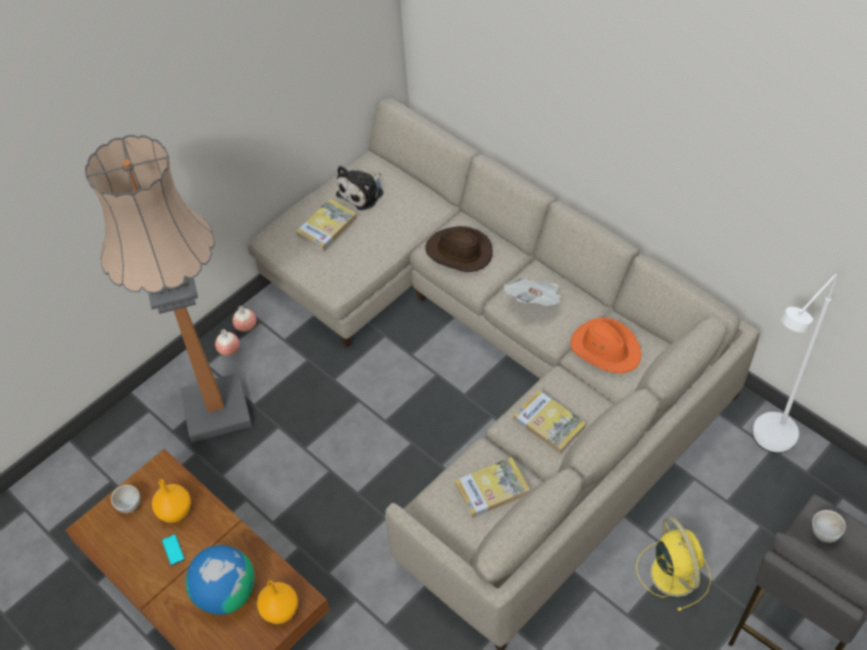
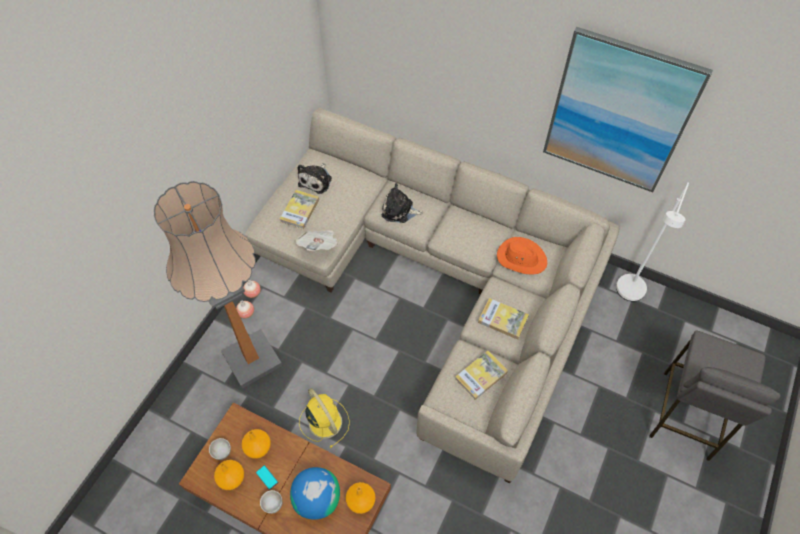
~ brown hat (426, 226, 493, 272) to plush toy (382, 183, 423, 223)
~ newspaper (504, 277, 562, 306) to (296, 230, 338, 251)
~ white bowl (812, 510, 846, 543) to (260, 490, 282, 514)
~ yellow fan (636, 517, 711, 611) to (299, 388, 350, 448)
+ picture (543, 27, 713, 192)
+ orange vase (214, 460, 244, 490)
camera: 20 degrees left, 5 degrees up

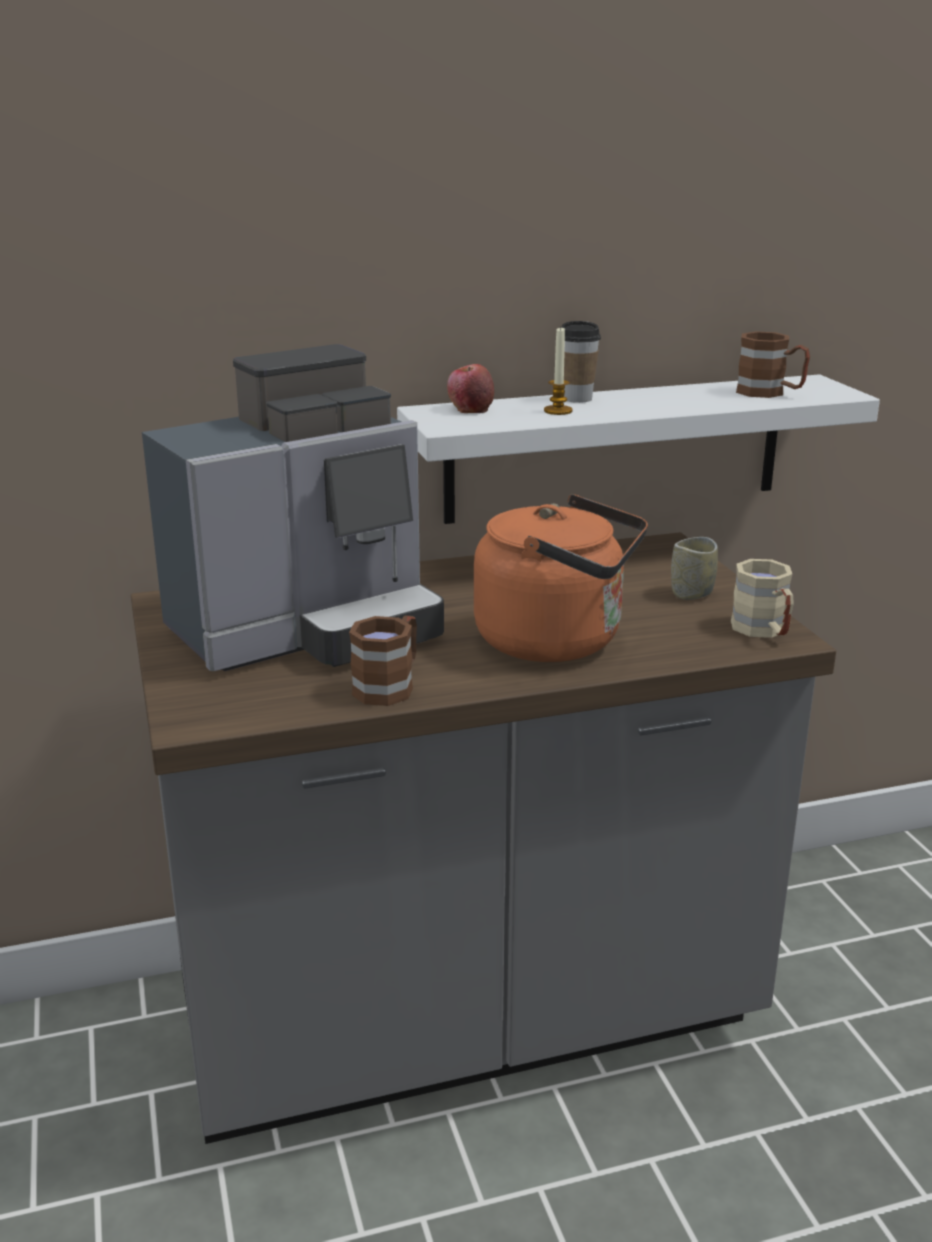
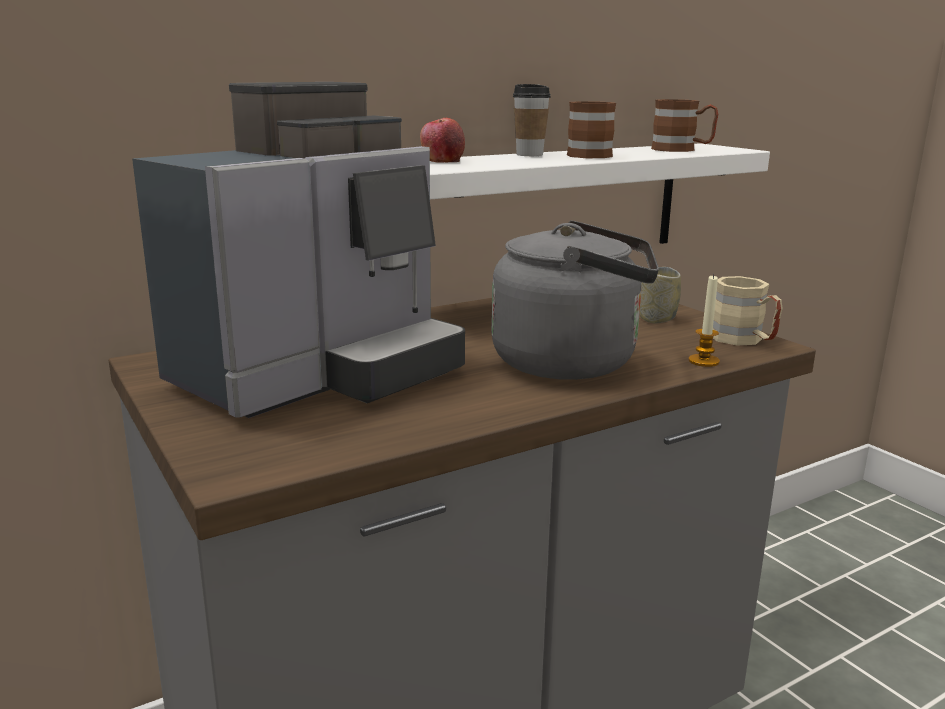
~ candle (544, 327, 572, 415) to (688, 274, 720, 367)
~ orange kettle (474, 494, 648, 662) to grey kettle (491, 221, 659, 380)
~ brown mug (349, 616, 417, 706) to (567, 101, 616, 158)
camera: 15 degrees left, 5 degrees down

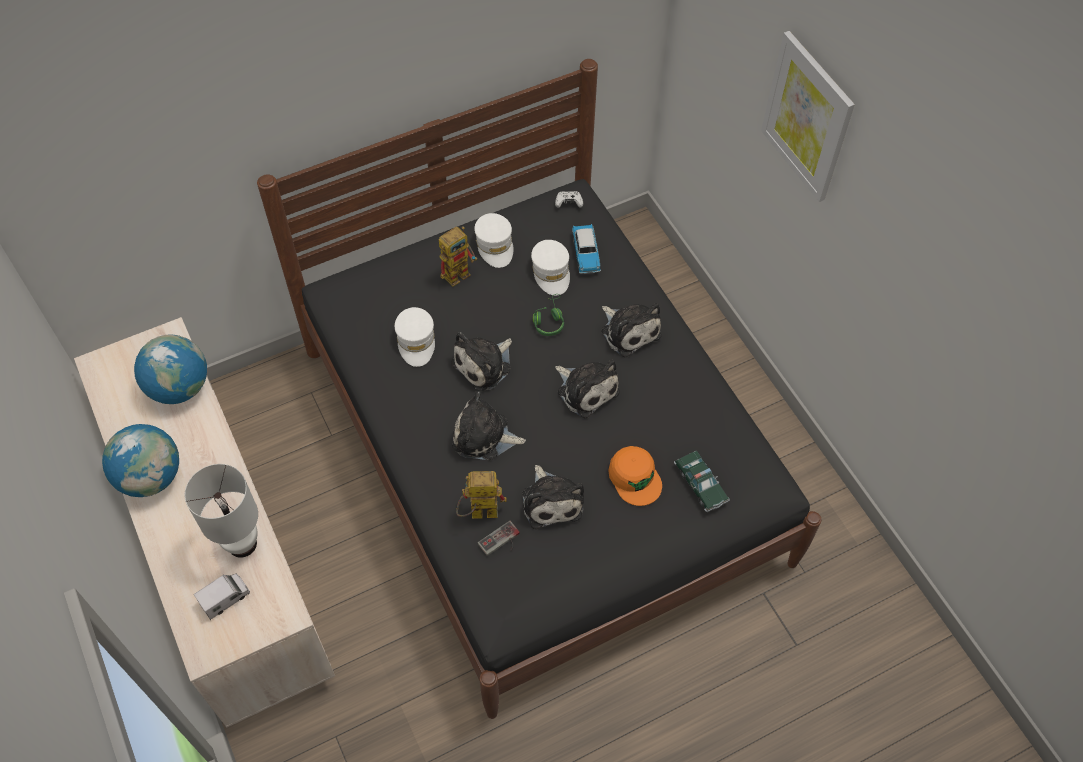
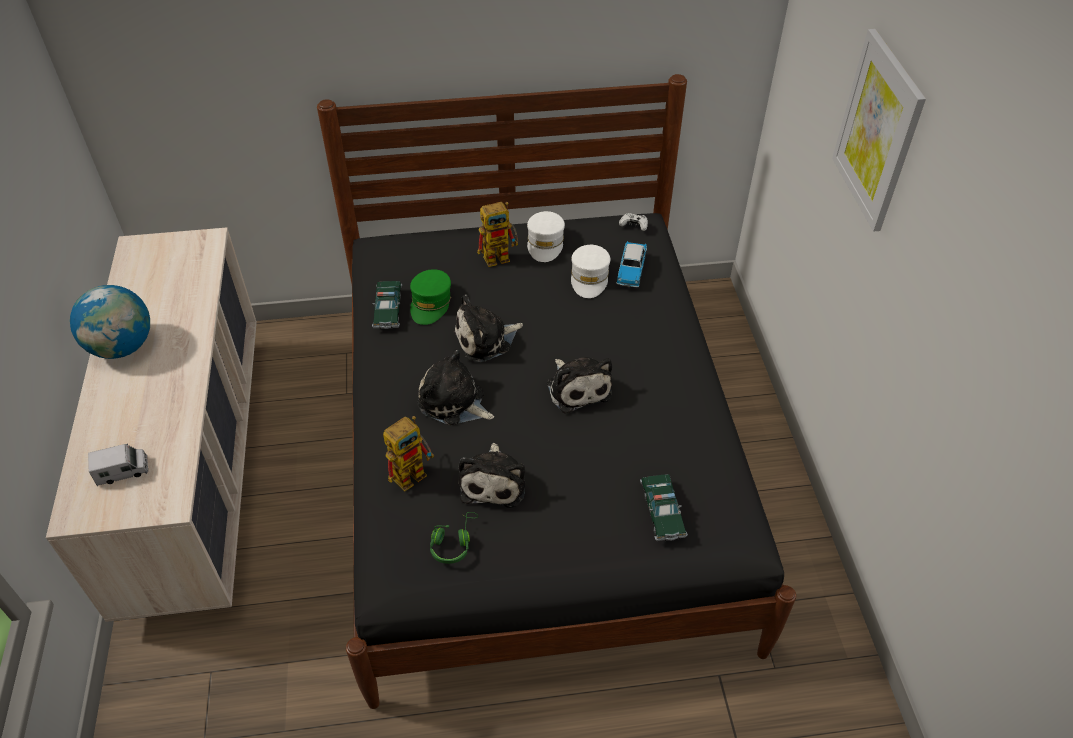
~ green headphones (533, 294, 564, 336) to (430, 512, 478, 564)
- plush toy (601, 303, 662, 357)
~ white cap (394, 307, 435, 367) to green cap (410, 269, 451, 325)
- globe (134, 335, 207, 404)
- orange cap (608, 446, 662, 506)
- white table lamp (185, 464, 258, 558)
~ toy robot (456, 471, 507, 519) = (383, 416, 434, 491) 120 degrees clockwise
- game controller (478, 521, 520, 556)
+ toy car (372, 281, 402, 329)
camera: 20 degrees right, 10 degrees down

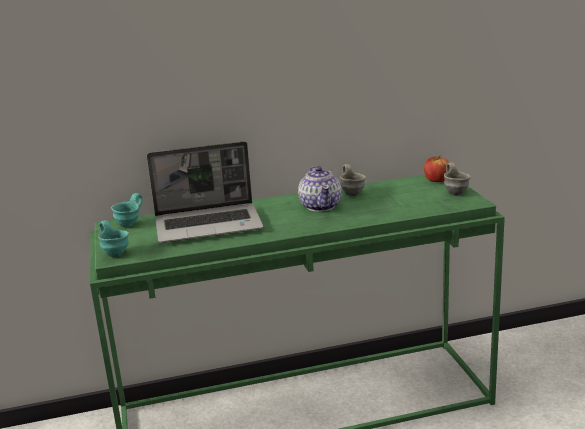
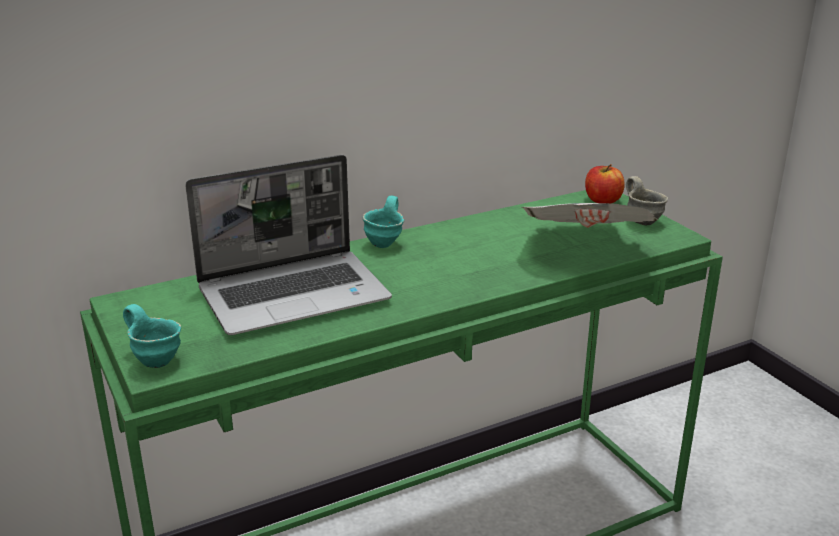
- grey mug (340, 164, 366, 196)
- teapot (298, 166, 342, 212)
~ turquoise mug (111, 193, 143, 227) to (363, 196, 404, 248)
+ newspaper (522, 203, 658, 228)
camera: 15 degrees left, 5 degrees up

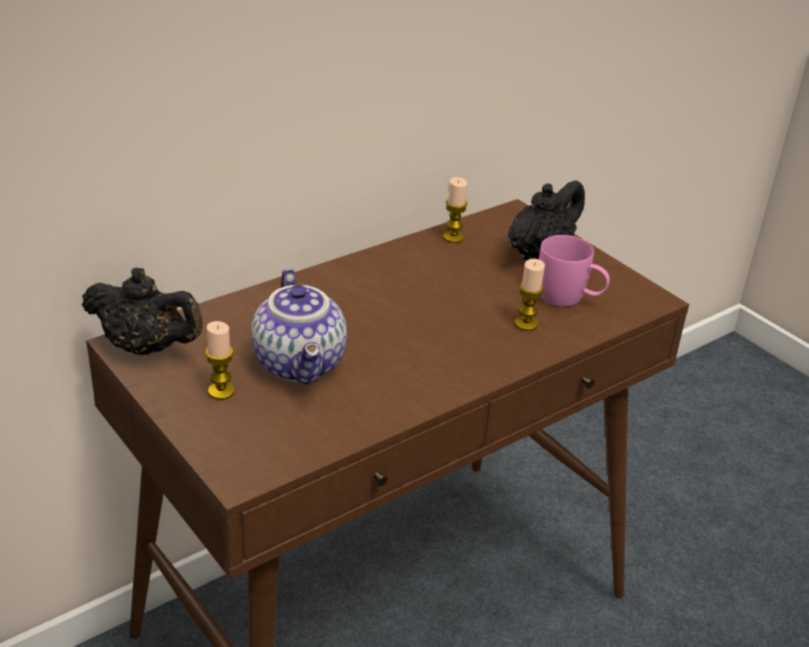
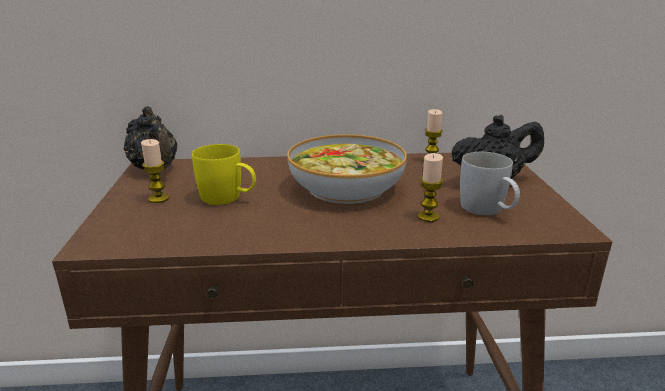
~ pink mug (539, 235, 610, 307) to white mug (460, 152, 520, 215)
~ teapot (251, 269, 347, 384) to yellow mug (192, 144, 256, 205)
+ bowl (287, 135, 407, 204)
camera: 35 degrees right, 10 degrees down

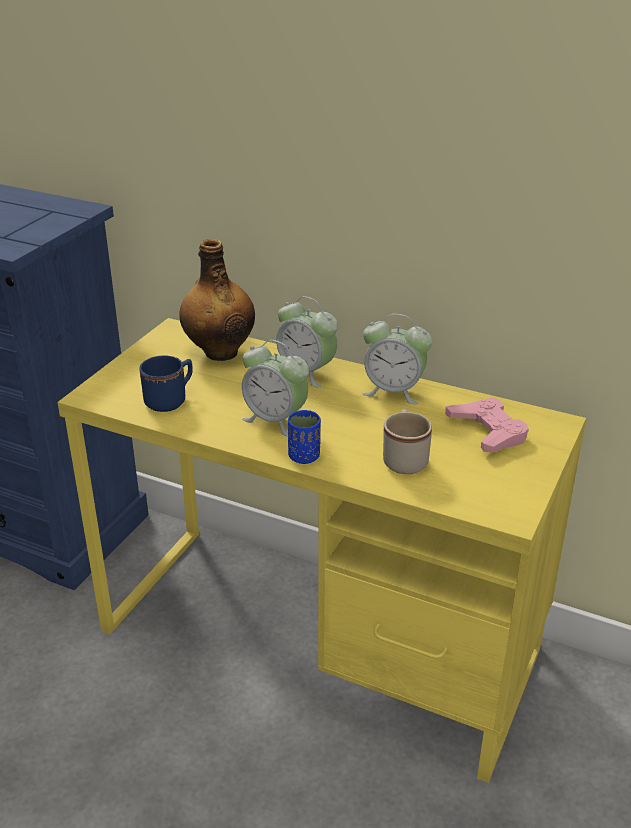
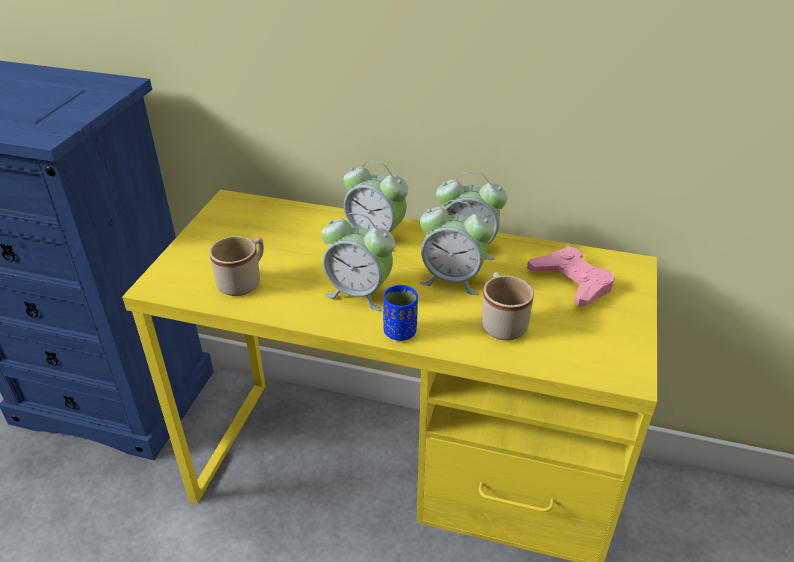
- bottle (179, 239, 255, 361)
~ blue mug (139, 355, 193, 412) to beige mug (209, 236, 264, 296)
+ alarm clock (420, 200, 494, 295)
camera: 10 degrees left, 5 degrees up

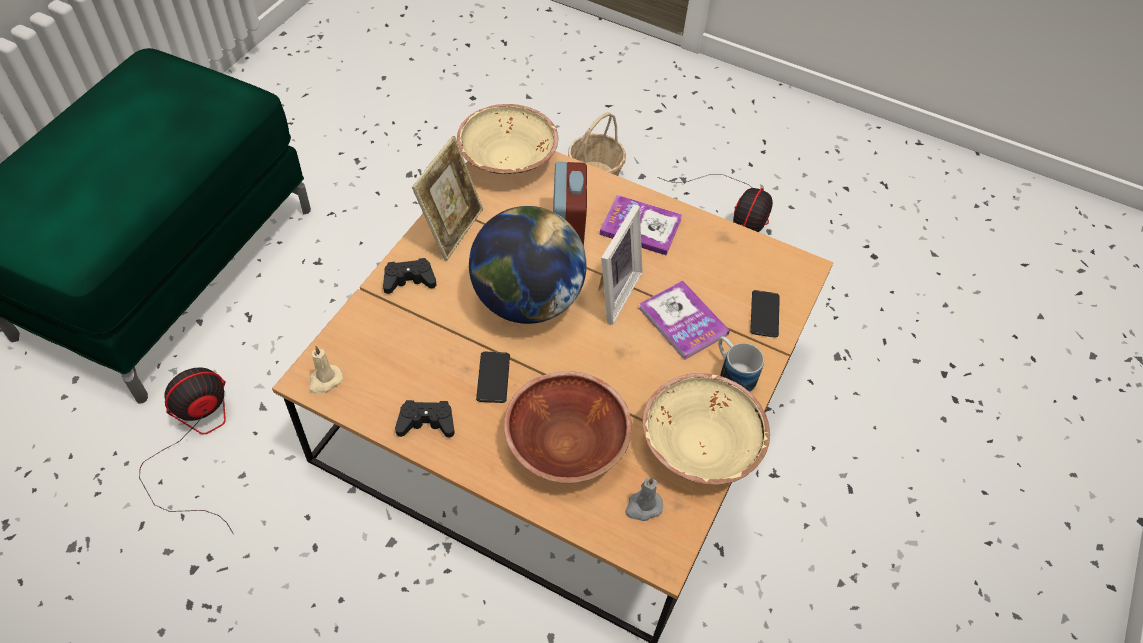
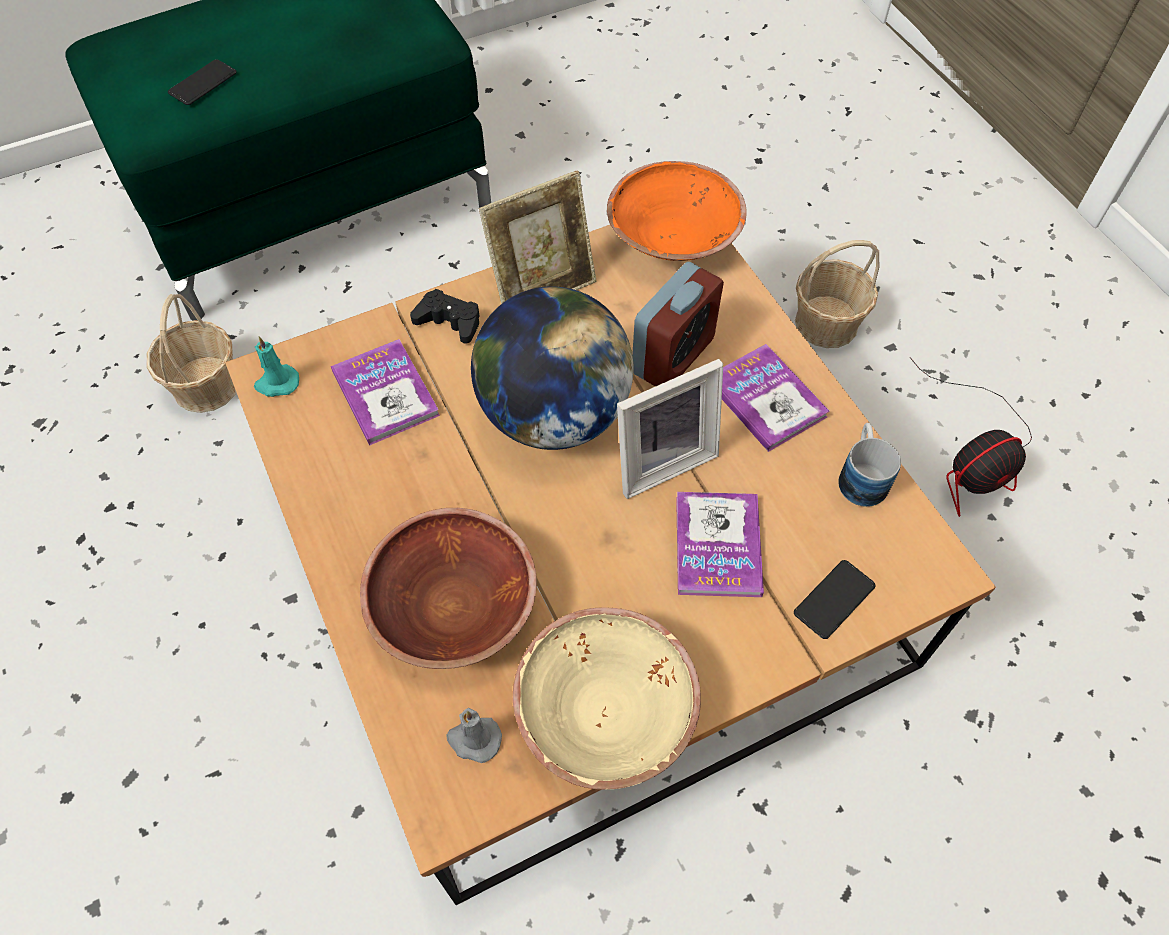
~ beige bowl (457, 104, 558, 175) to orange bowl (607, 161, 747, 261)
~ mug (718, 336, 764, 392) to (838, 423, 901, 507)
~ beige candle (309, 346, 343, 394) to turquoise candle (254, 336, 299, 397)
~ phone (476, 352, 510, 403) to (168, 59, 237, 105)
~ fan (139, 367, 234, 534) to basket (147, 294, 236, 413)
- black game controller (395, 400, 455, 437)
+ book (331, 339, 440, 446)
camera: 40 degrees right, 5 degrees up

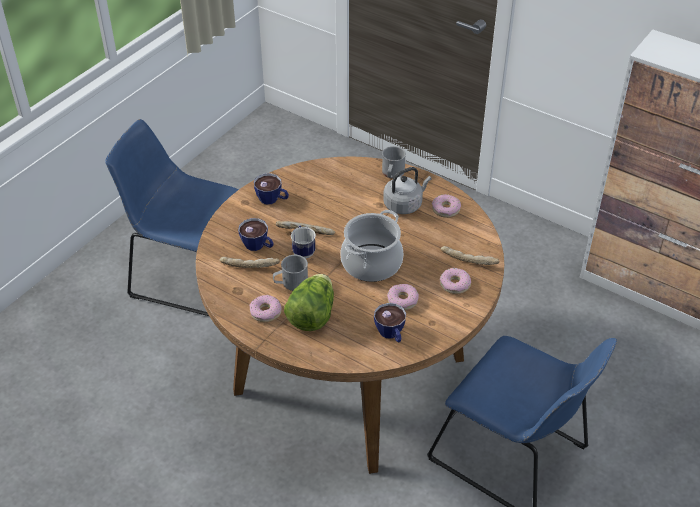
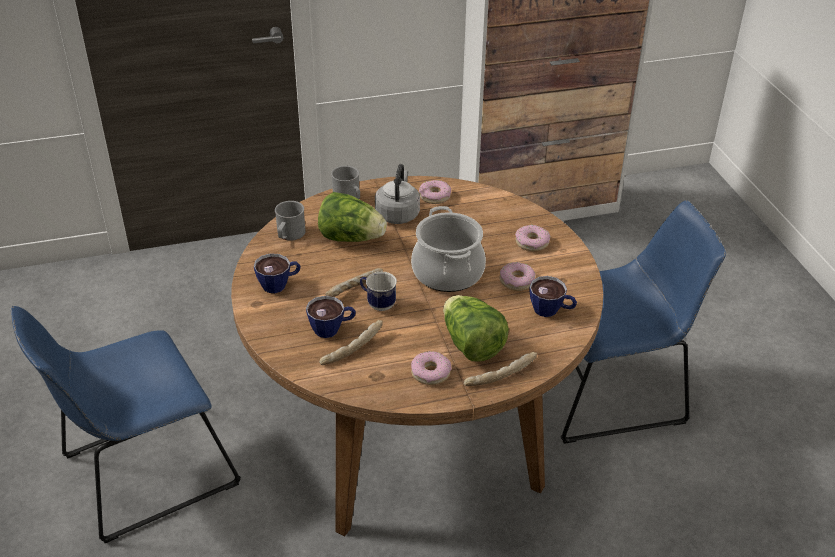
~ bread (441, 246, 500, 265) to (463, 352, 537, 386)
~ grey mug (273, 255, 308, 291) to (275, 201, 305, 241)
+ lettuce (318, 192, 387, 242)
camera: 50 degrees left, 5 degrees down

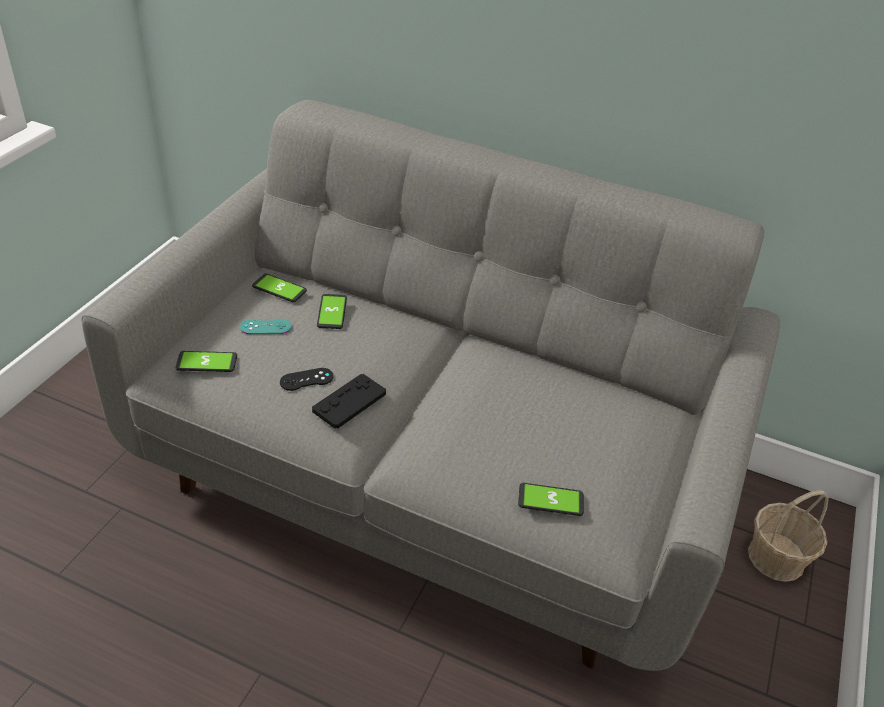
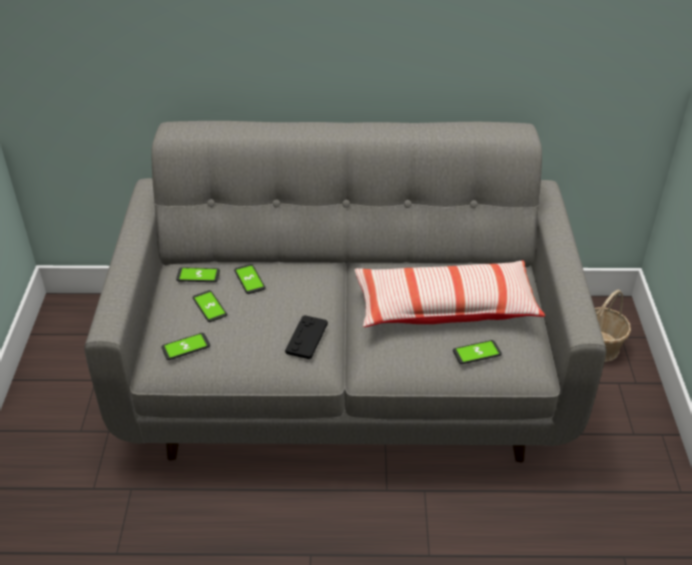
~ turquoise game controller (240, 319, 292, 334) to phone (193, 290, 227, 322)
- black game controller (280, 368, 334, 391)
+ pillow (355, 261, 545, 327)
camera: 20 degrees left, 0 degrees up

